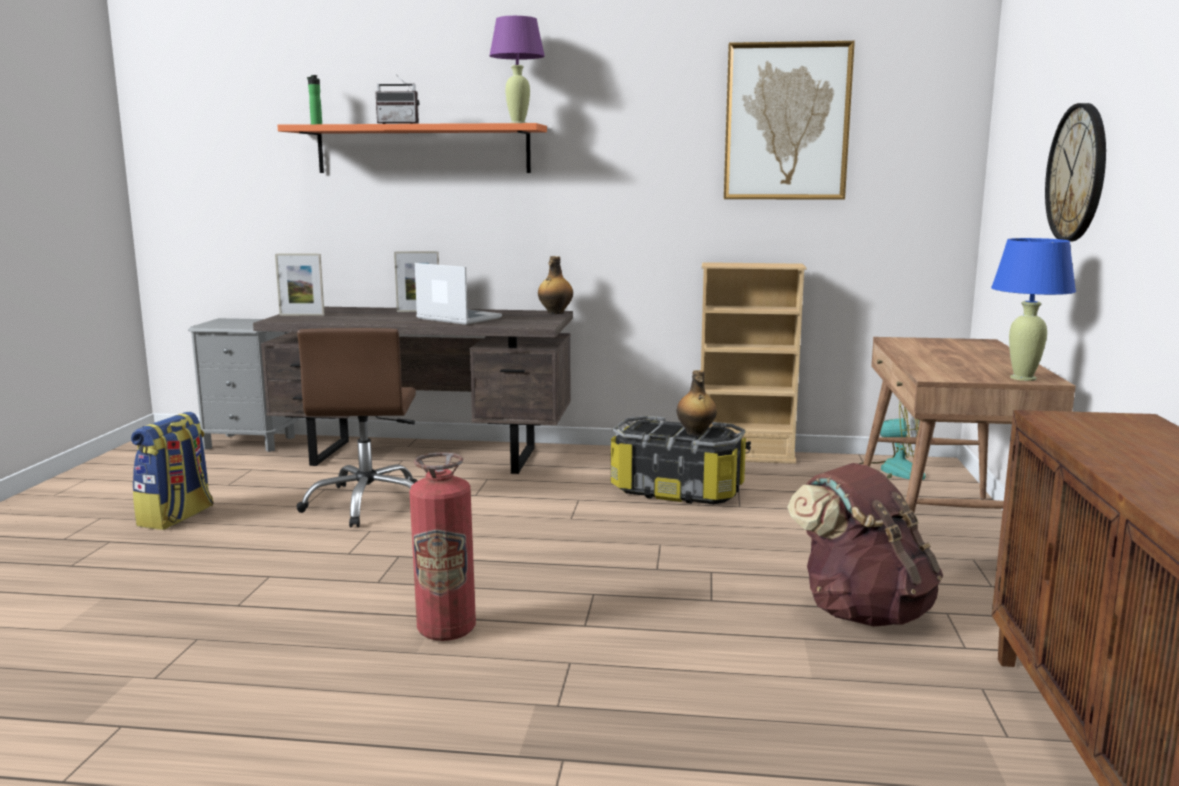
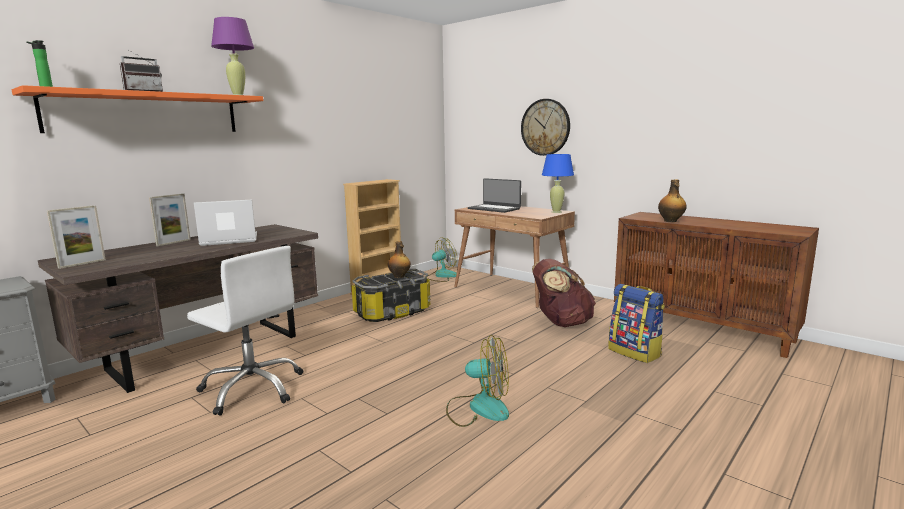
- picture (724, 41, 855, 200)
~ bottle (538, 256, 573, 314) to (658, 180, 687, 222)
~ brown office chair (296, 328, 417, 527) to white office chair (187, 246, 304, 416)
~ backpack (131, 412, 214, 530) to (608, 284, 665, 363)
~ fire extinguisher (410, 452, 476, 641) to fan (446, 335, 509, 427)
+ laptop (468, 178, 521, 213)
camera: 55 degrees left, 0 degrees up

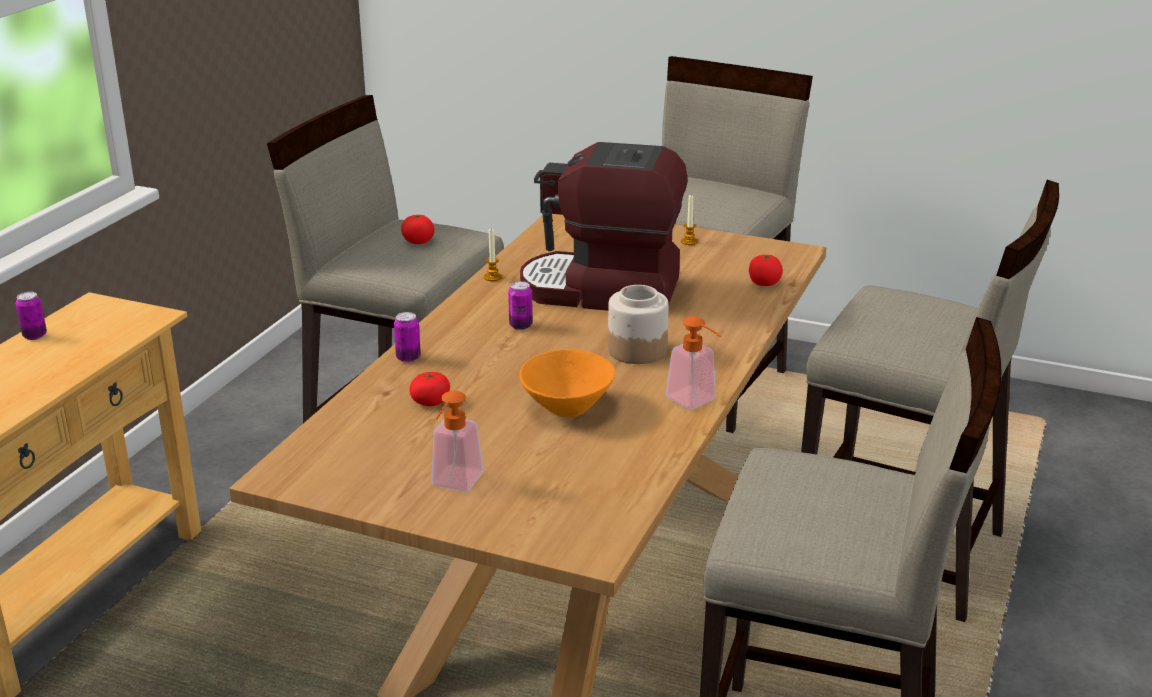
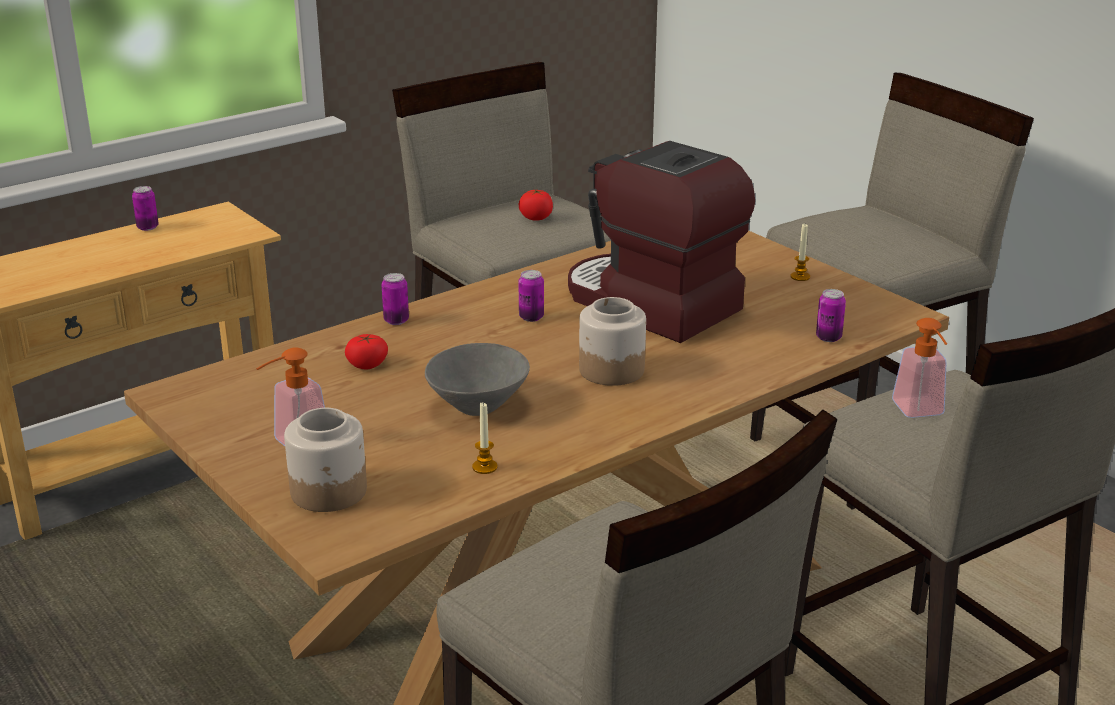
~ candle (484, 228, 502, 281) to (472, 402, 498, 474)
~ tomato (749, 254, 783, 286) to can (816, 289, 846, 342)
~ soap dispenser (666, 316, 721, 409) to (892, 318, 947, 418)
~ orange bowl (519, 349, 615, 417) to grey bowl (425, 343, 530, 416)
+ jar (284, 408, 367, 512)
camera: 30 degrees right, 0 degrees up

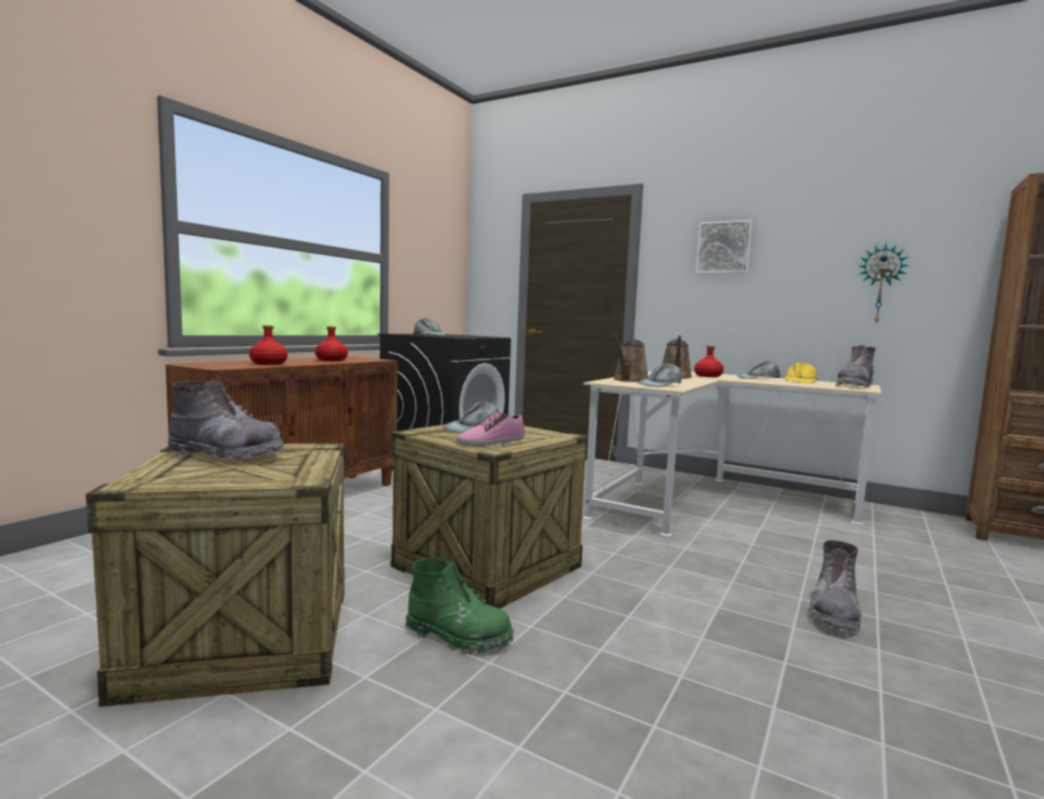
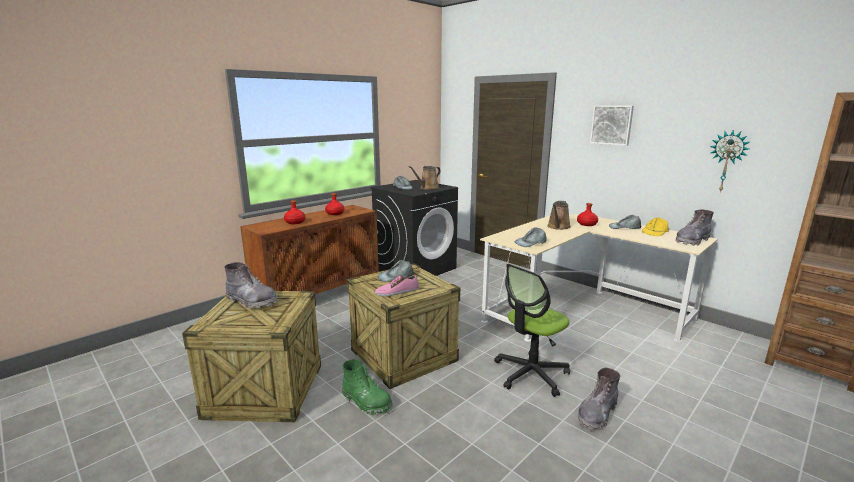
~ brown watering can (613, 334, 648, 382) to (409, 166, 441, 190)
+ office chair (494, 264, 570, 397)
camera: 15 degrees right, 10 degrees up

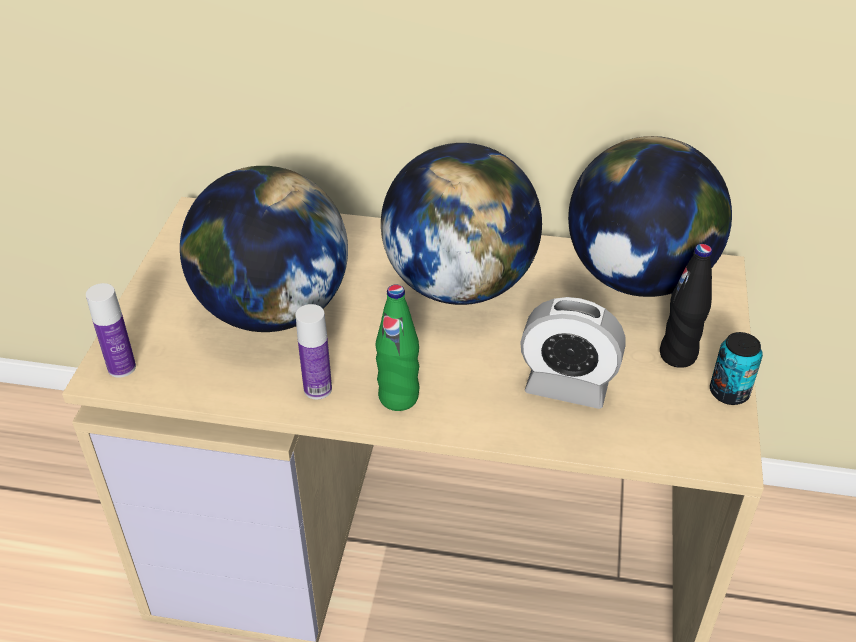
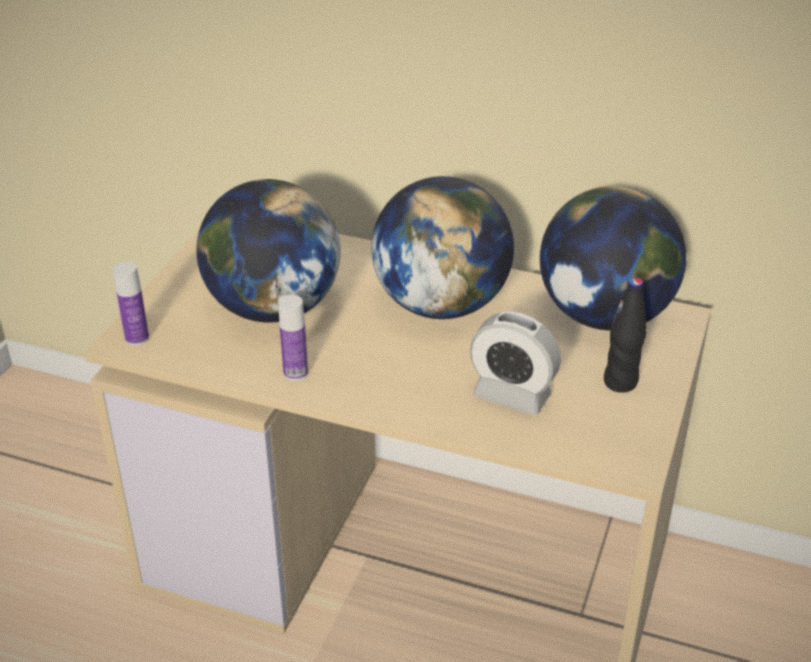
- green bottle (376, 285, 420, 411)
- can (710, 332, 763, 405)
camera: 10 degrees right, 5 degrees down

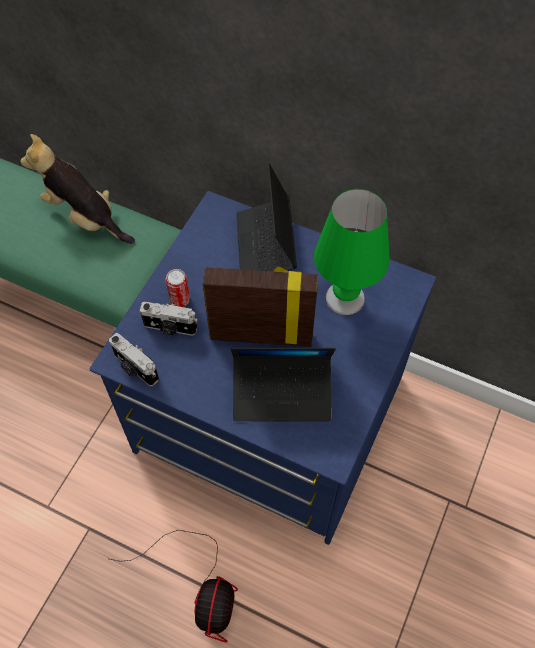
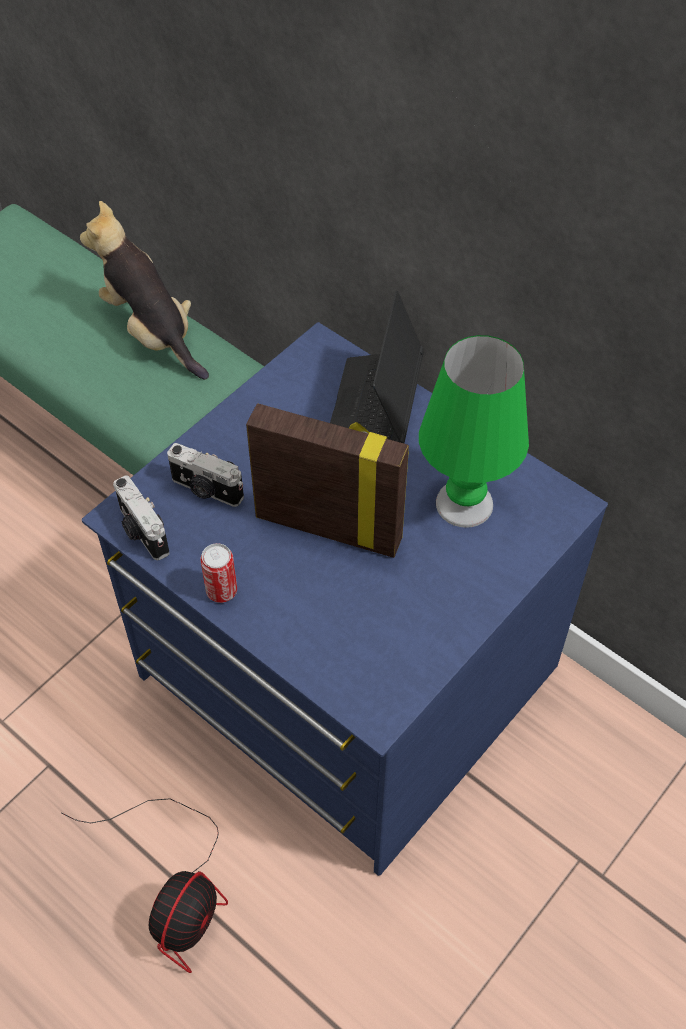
~ can (166, 269, 190, 307) to (200, 543, 237, 603)
- laptop (231, 348, 336, 421)
camera: 15 degrees right, 5 degrees down

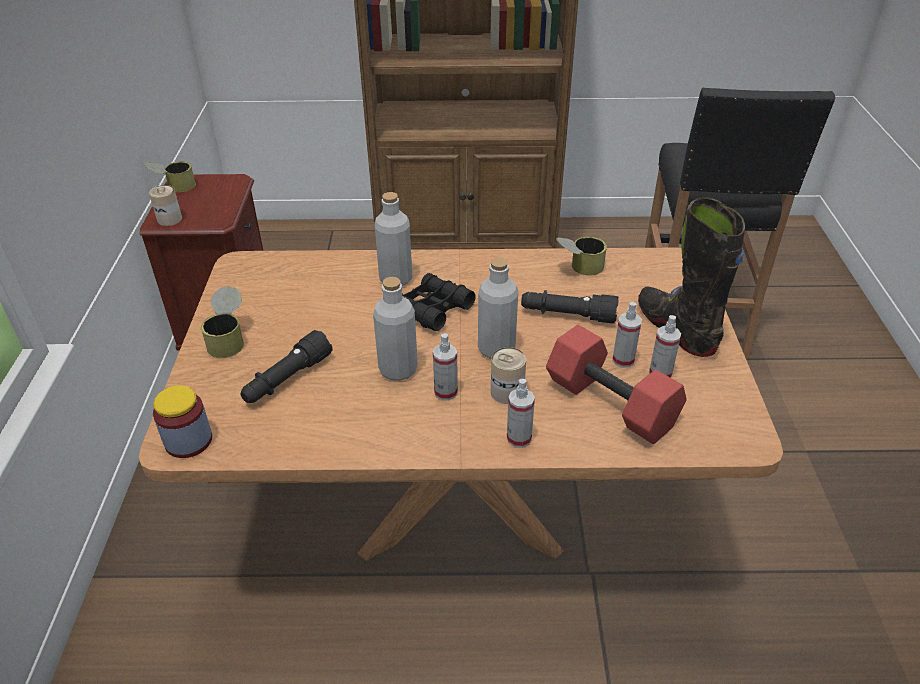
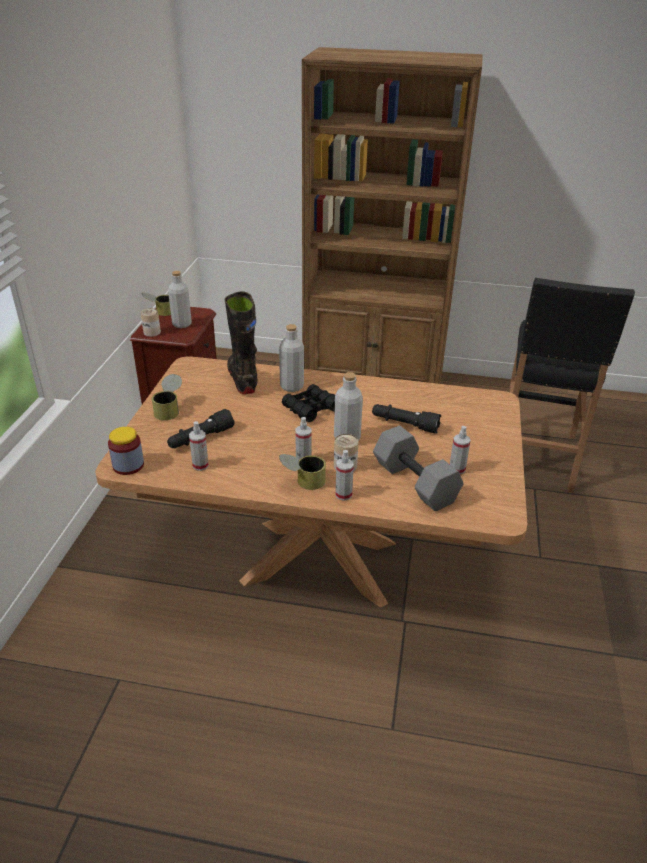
~ black boot (638, 197, 745, 357) to (224, 291, 258, 394)
~ can (556, 236, 607, 276) to (279, 454, 326, 490)
~ grey bottle (373, 277, 418, 381) to (168, 271, 192, 328)
~ spray bottle (612, 302, 642, 368) to (189, 421, 209, 471)
~ red dumbbell (546, 325, 687, 444) to grey dumbbell (373, 425, 463, 511)
camera: 10 degrees right, 5 degrees down

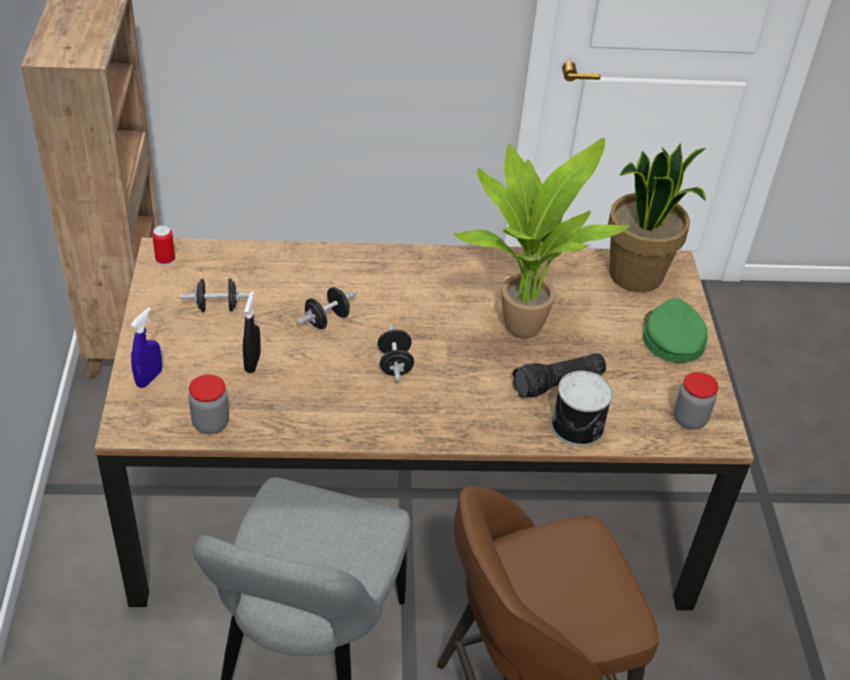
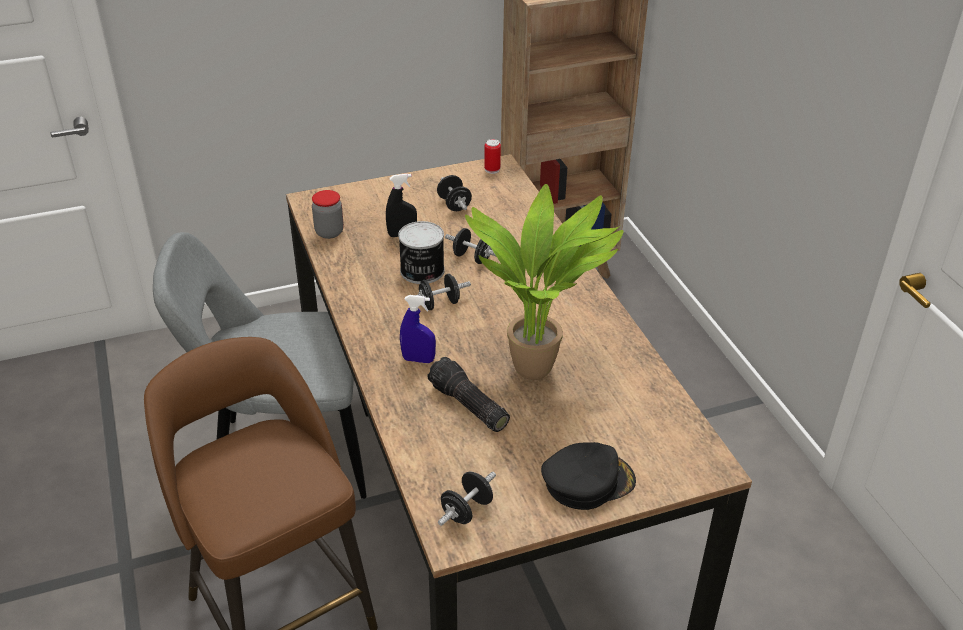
- potted plant (608, 143, 706, 292)
~ green cap (643, 298, 708, 363) to black cap (541, 442, 636, 510)
~ blue spray bottle (131, 308, 162, 388) to (400, 295, 436, 363)
~ can (551, 371, 613, 446) to (398, 221, 445, 284)
~ jar (674, 372, 718, 429) to black dumbbell (438, 471, 496, 526)
camera: 75 degrees right, 5 degrees down

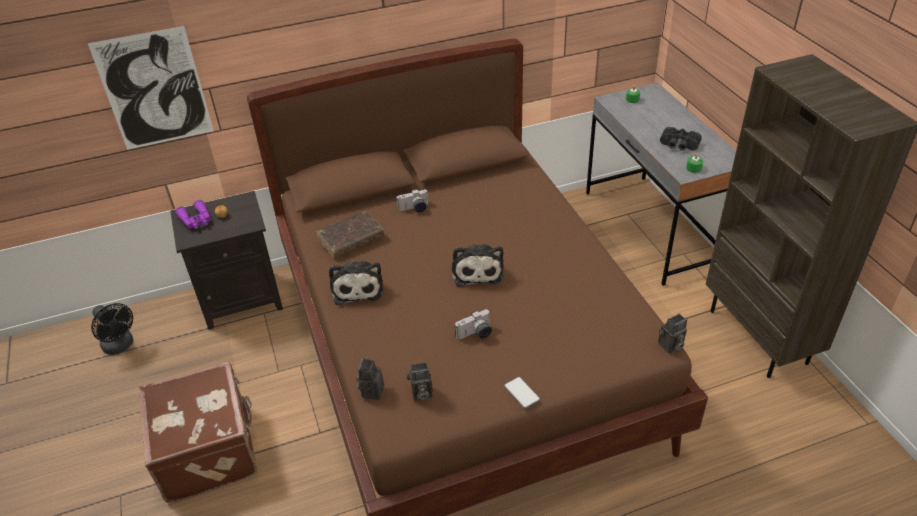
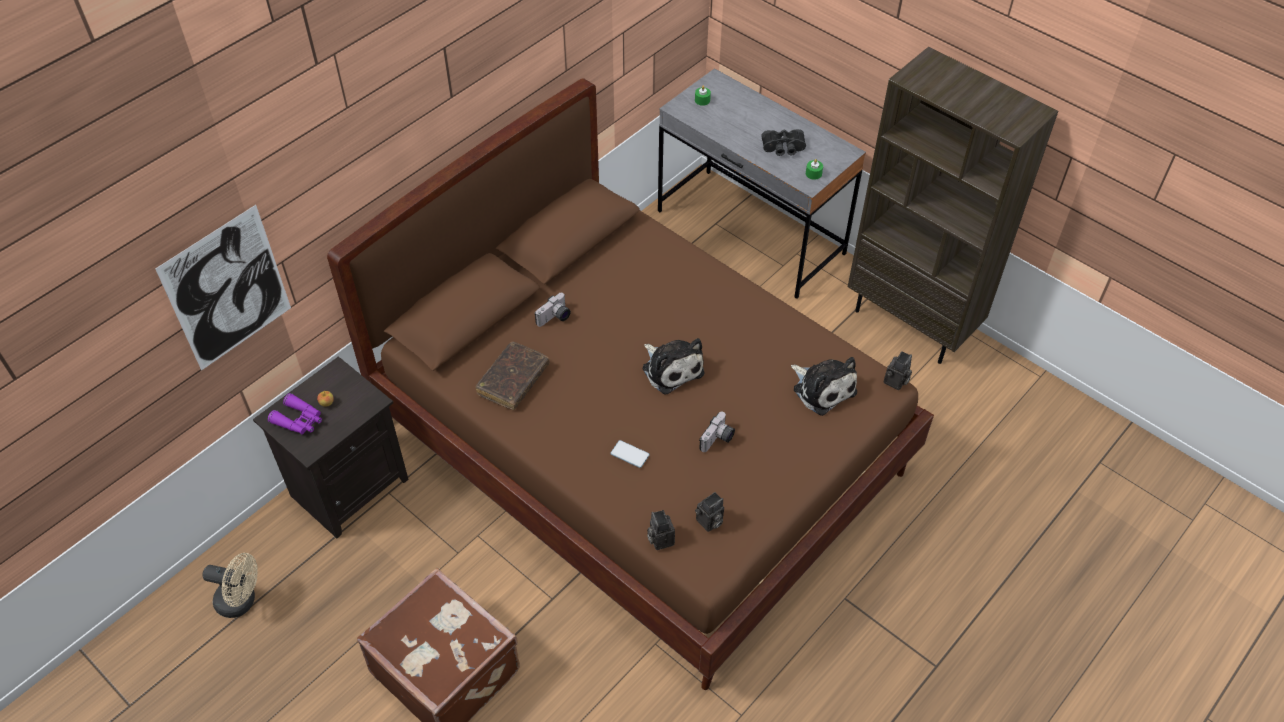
~ plush toy (329, 261, 384, 305) to (791, 357, 857, 416)
~ black fan (91, 303, 133, 355) to beige fan (203, 553, 258, 618)
~ phone (504, 377, 540, 408) to (610, 440, 649, 468)
camera: 30 degrees left, 10 degrees up

